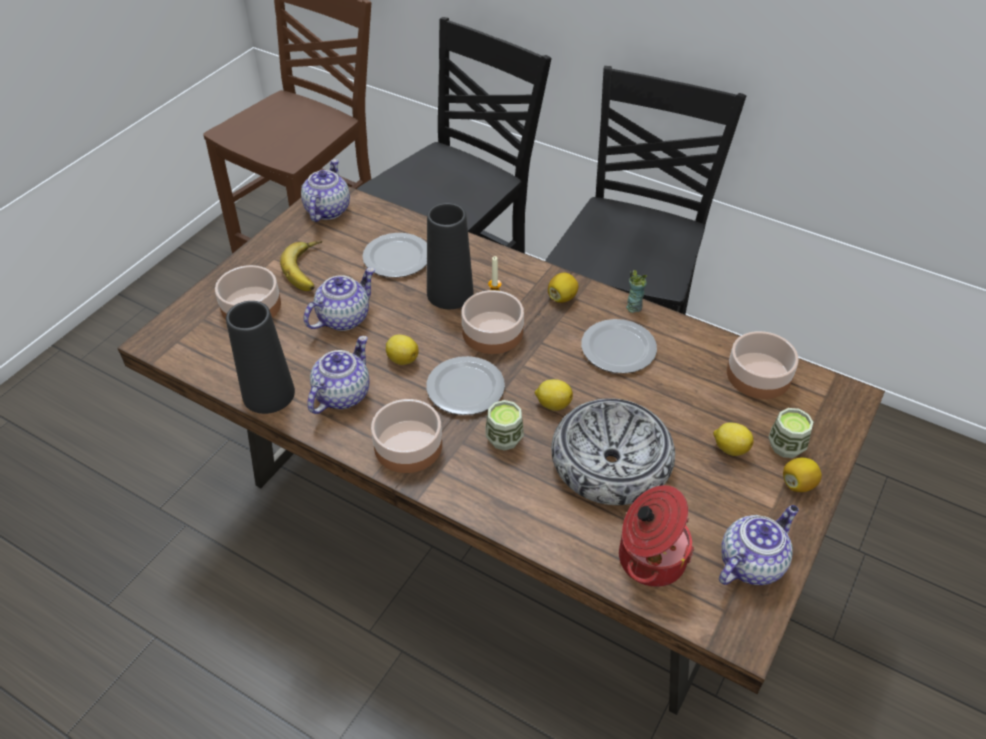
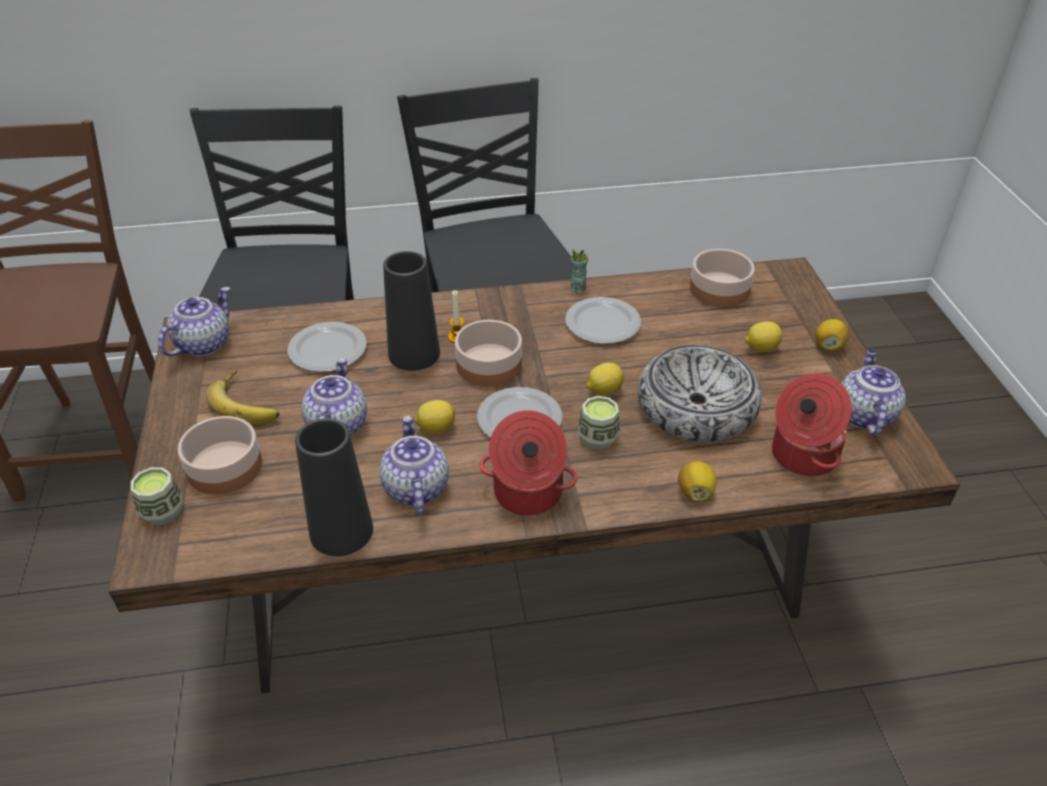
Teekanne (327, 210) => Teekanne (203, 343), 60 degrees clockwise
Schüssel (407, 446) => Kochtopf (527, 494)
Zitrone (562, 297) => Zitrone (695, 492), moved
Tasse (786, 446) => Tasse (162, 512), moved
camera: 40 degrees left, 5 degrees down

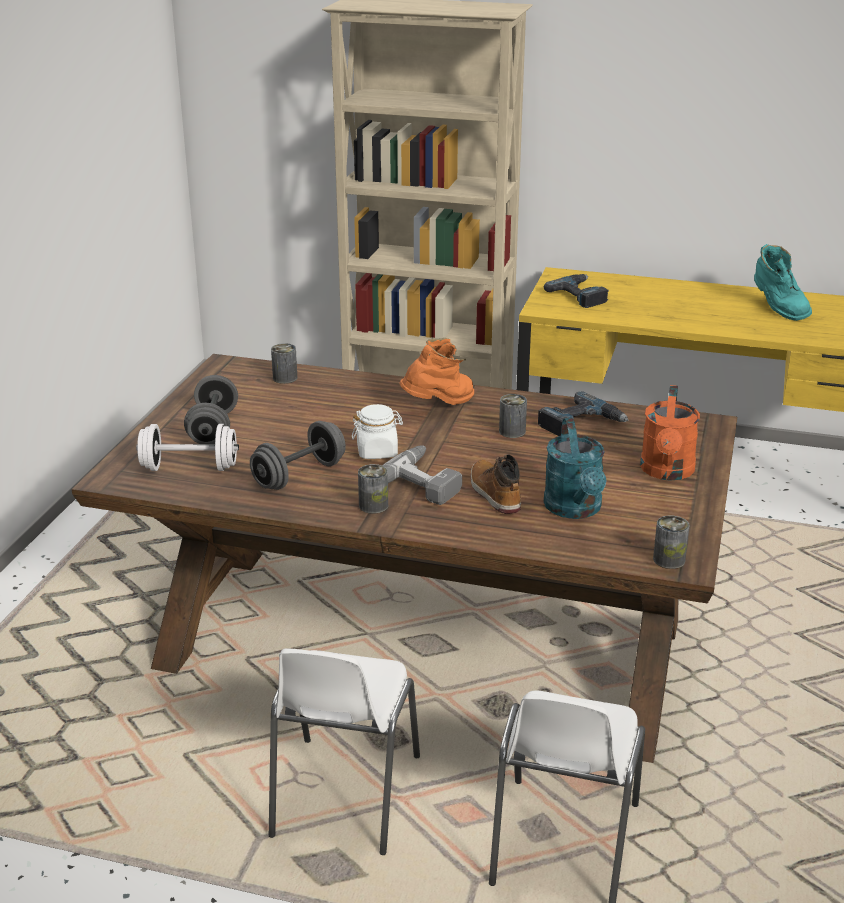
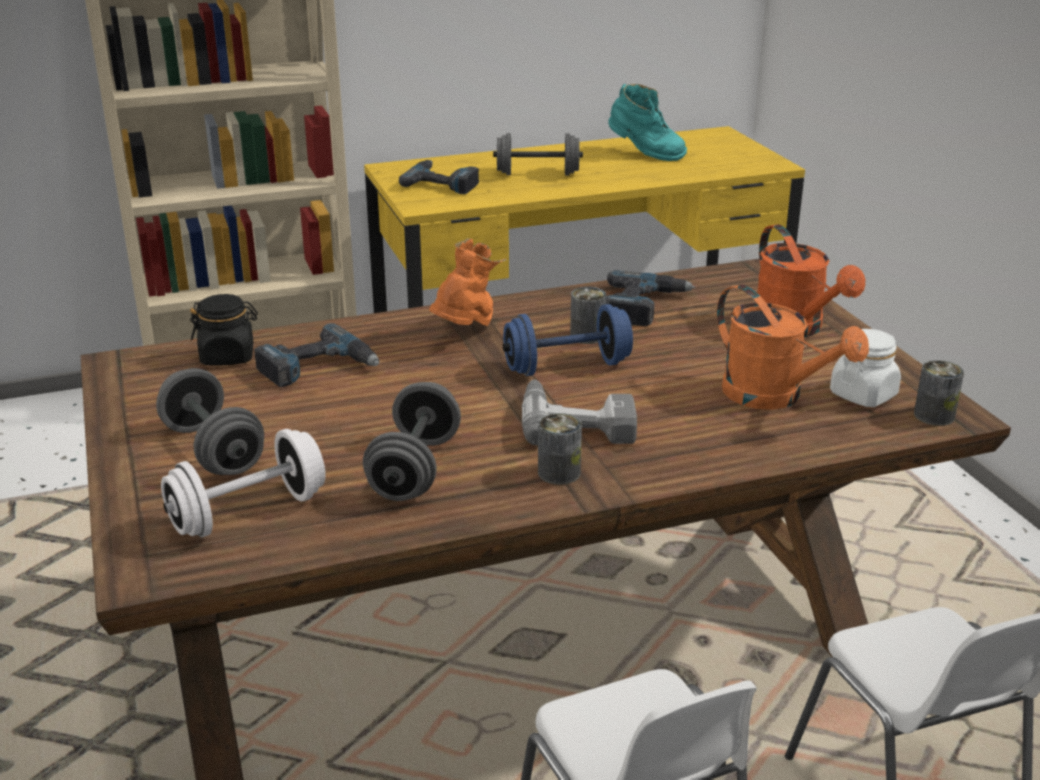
Dose (285, 378) => Vorratsglas [schwarz] (228, 356)
Vorratsglas [weiß] (377, 451) => Vorratsglas [weiß] (863, 395), moved
Stiefel (494, 494) => nothing
Gießkanne [türkis] (575, 510) => Gießkanne [orange] (774, 397)
nothing => Bohrmaschine (318, 368)
nothing => Hantel [grau] (537, 174)
nothing => Hantel [blau] (567, 367)
camera: 35 degrees left, 0 degrees up

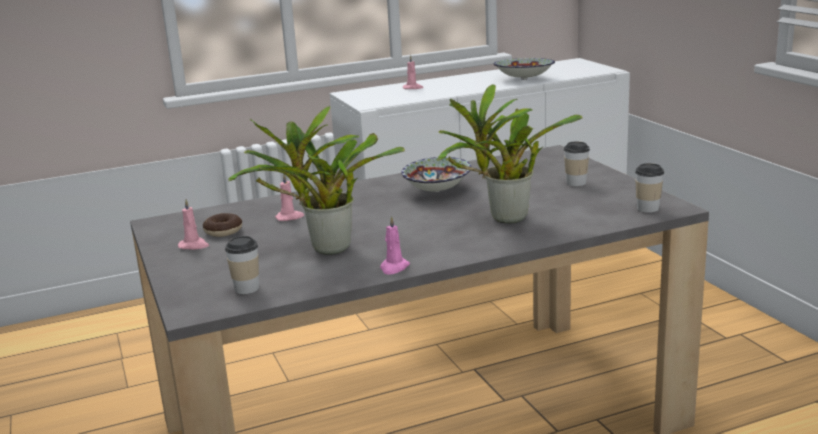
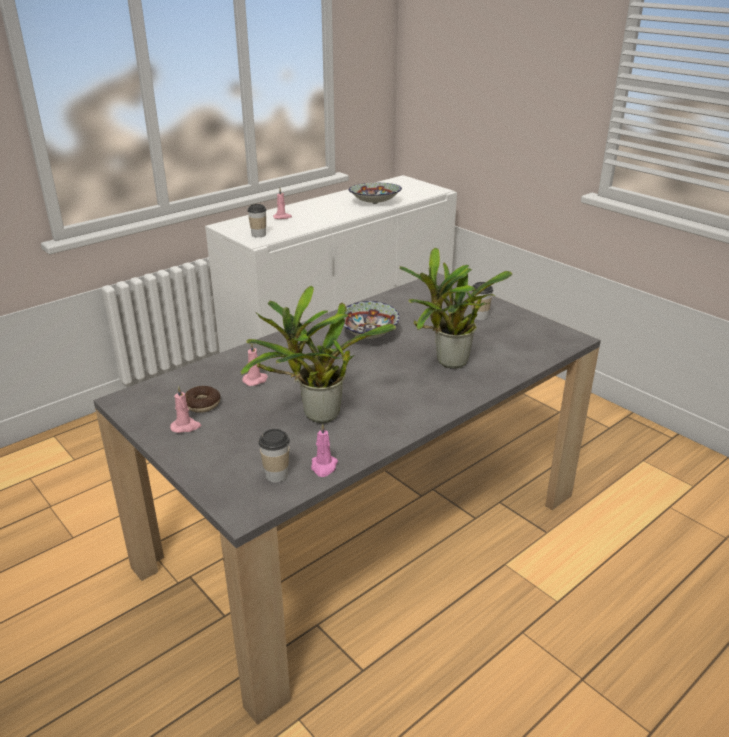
Kerze [rosa] (394, 268) => Kerze [rosa] (324, 467), moved
Tasse (648, 208) => Tasse (258, 234), moved
camera: 20 degrees left, 10 degrees up

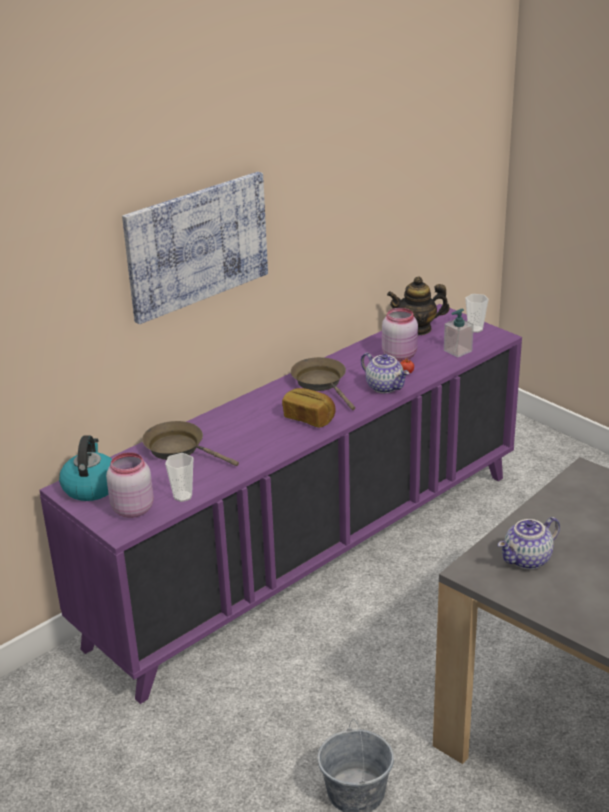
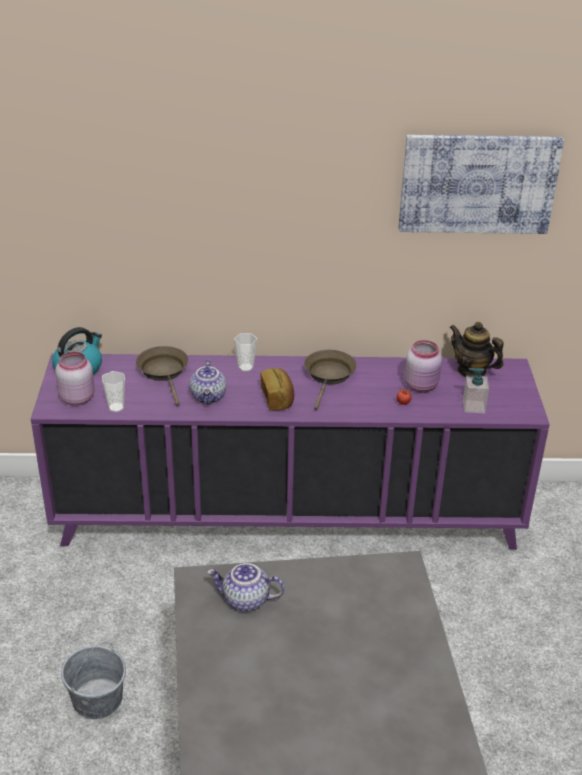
Bild (196, 245) => Bild (478, 183), moved
Teekanne (385, 387) => Teekanne (209, 397), moved
Tasse (475, 329) => Tasse (245, 367), moved
camera: 40 degrees right, 5 degrees up

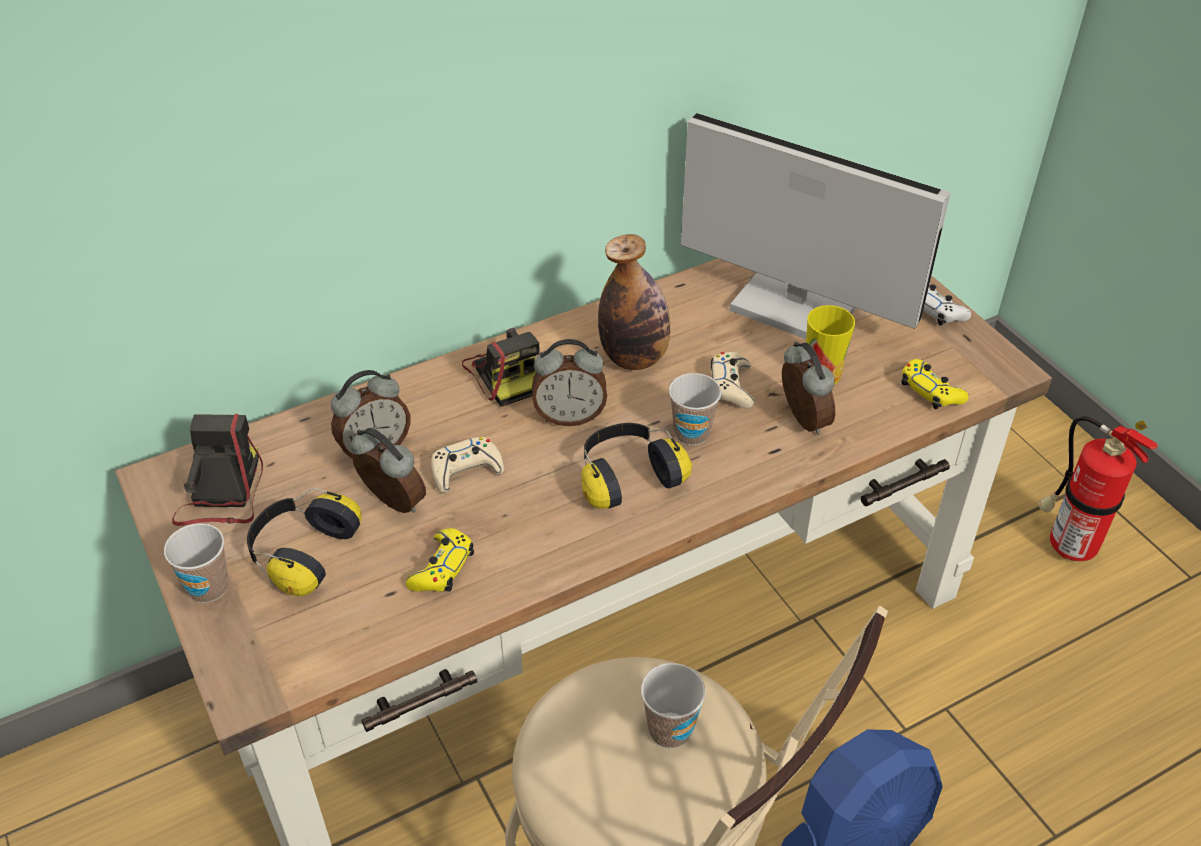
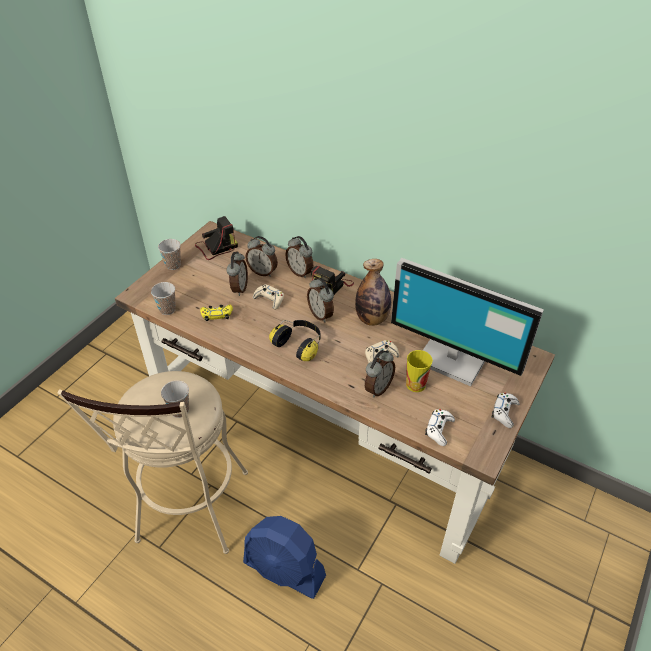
Kopfhörer (302, 554) => nothing
Tasse (692, 433) => Tasse (167, 309), moved
Monitor (792, 309) => Monitor (453, 358), 120 degrees clockwise
Gamepad [gelb] (931, 391) => Gamepad [weiß] (439, 429)
Feuerlöscher (1066, 544) => nothing
nothing => Wecker (300, 272)
camera: 60 degrees right, 0 degrees up

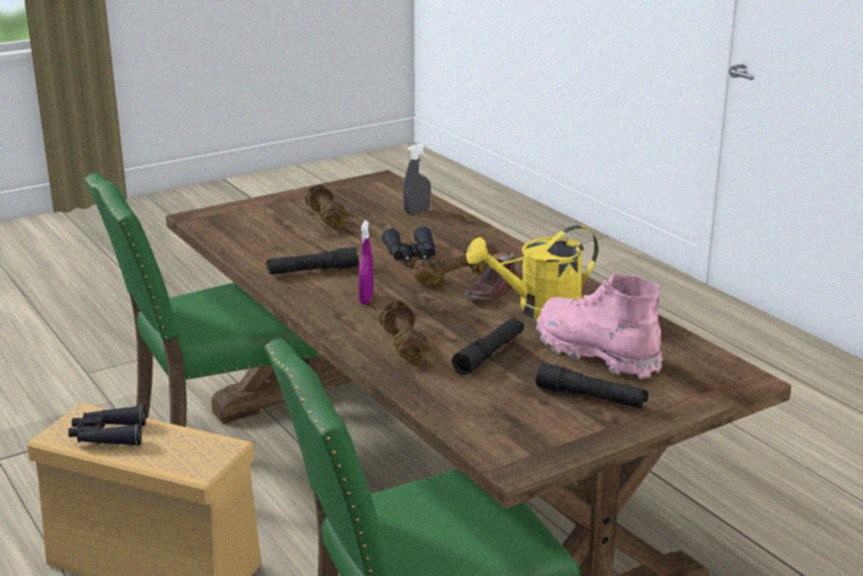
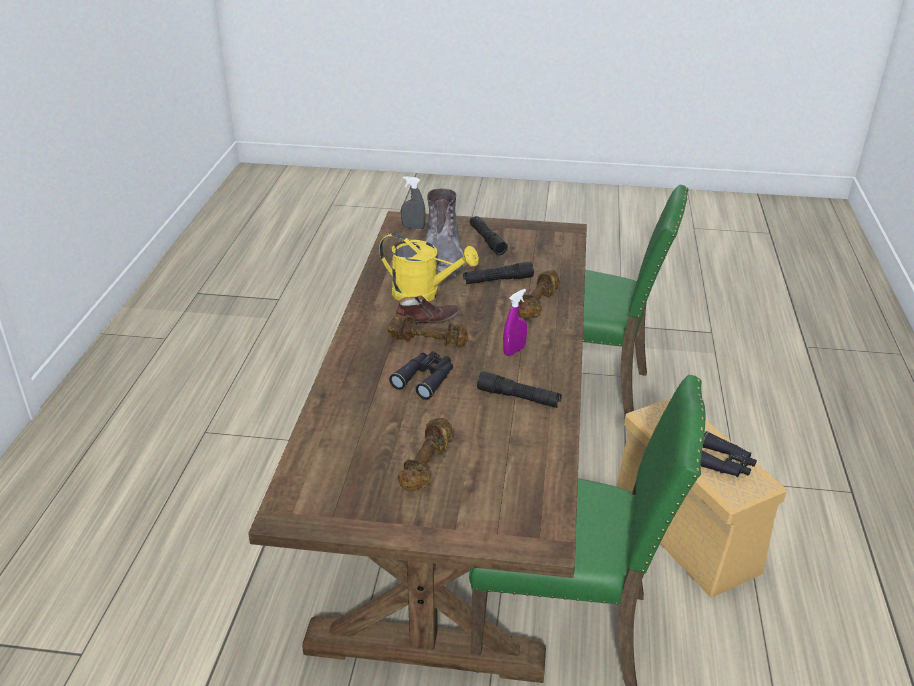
Sprühflasche [grau] (417, 211) => Sprühflasche [grau] (413, 228), moved
Stiefel [rosa] (596, 353) => Stiefel [grau] (442, 258)
camera: 140 degrees left, 10 degrees up

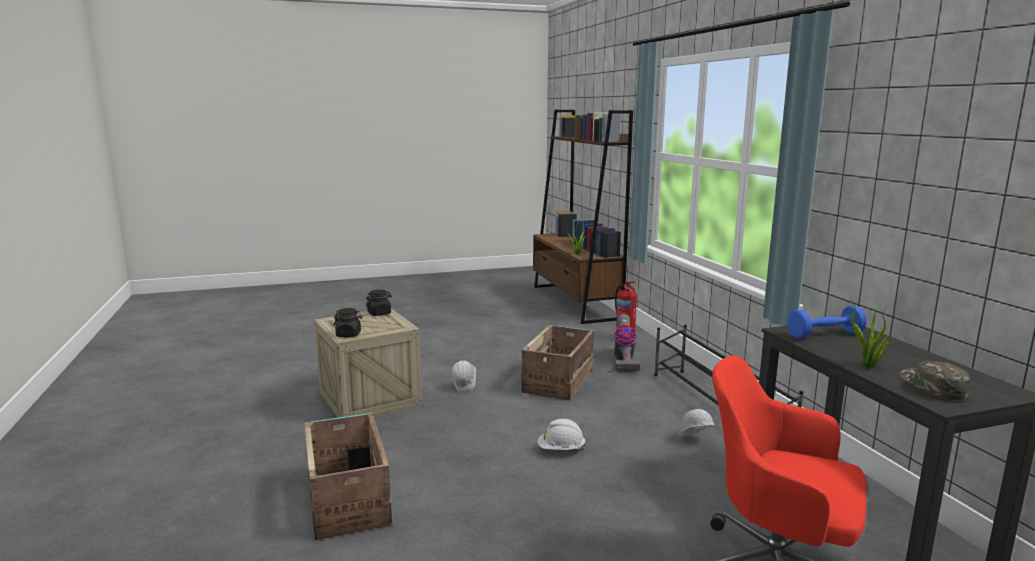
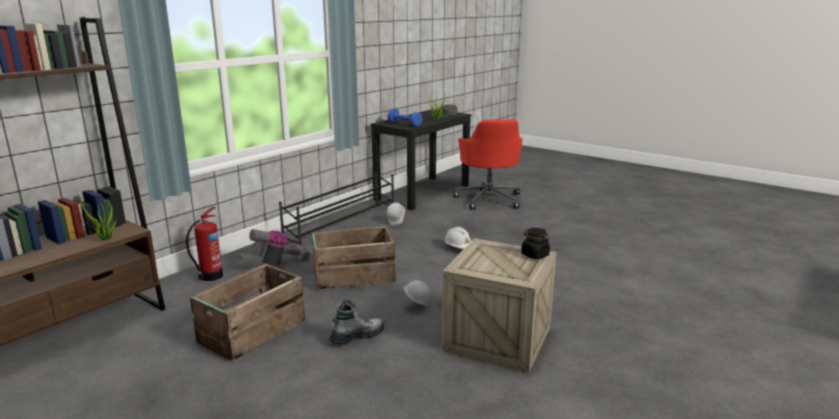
Kiste (348, 498) => Kiste (251, 332), moved
Vorratsglas [schwarz] (379, 313) => nothing
nothing => Stiefel (357, 336)
camera: 125 degrees left, 5 degrees up

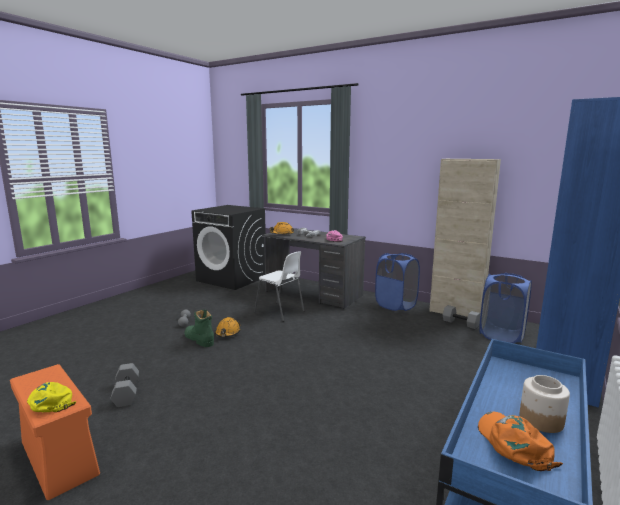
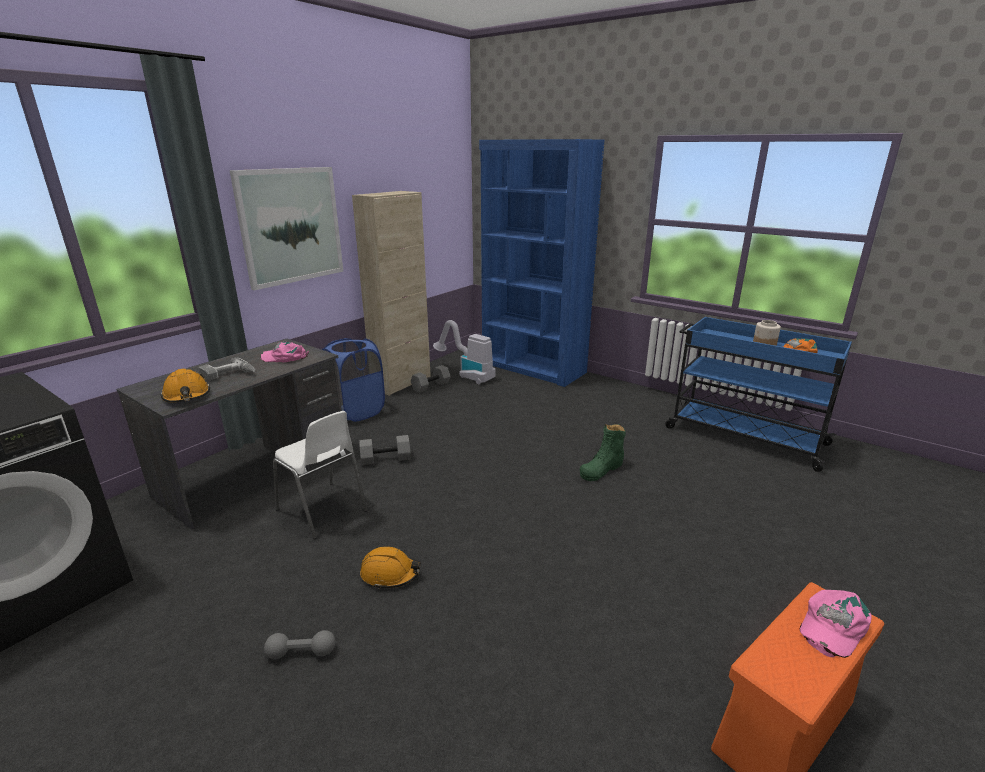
Kappe [gelb] (50, 401) => Kappe [rosa] (831, 626)
Hantel [grau] (125, 393) => Hantel [grau] (385, 459), moved
Stiefel [grün] (199, 339) => Stiefel [grün] (601, 469), moved
Stuhl [weiß] (280, 312) => Stuhl [weiß] (323, 511), 90 degrees clockwise
Wäschekorb [blau] (501, 335) => Staubsauger (467, 375)
nothing => Bild (291, 226)
camera: 85 degrees left, 10 degrees up

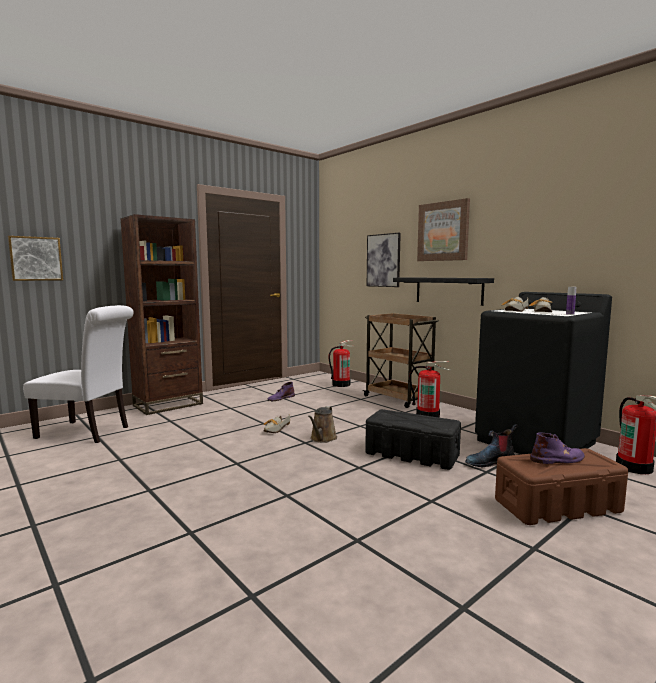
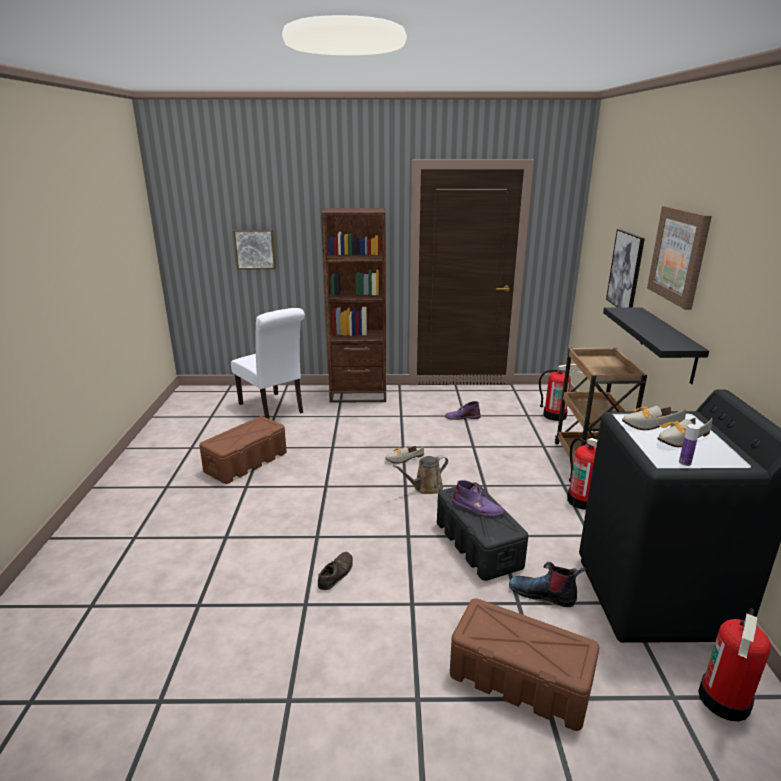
Stiefel [lila] (558, 459) => Stiefel [lila] (477, 508), moved
nothing => Aufbewahrungsbox [braun] (246, 462)
nothing => Schuh [braun] (336, 574)
camera: 40 degrees right, 15 degrees up

